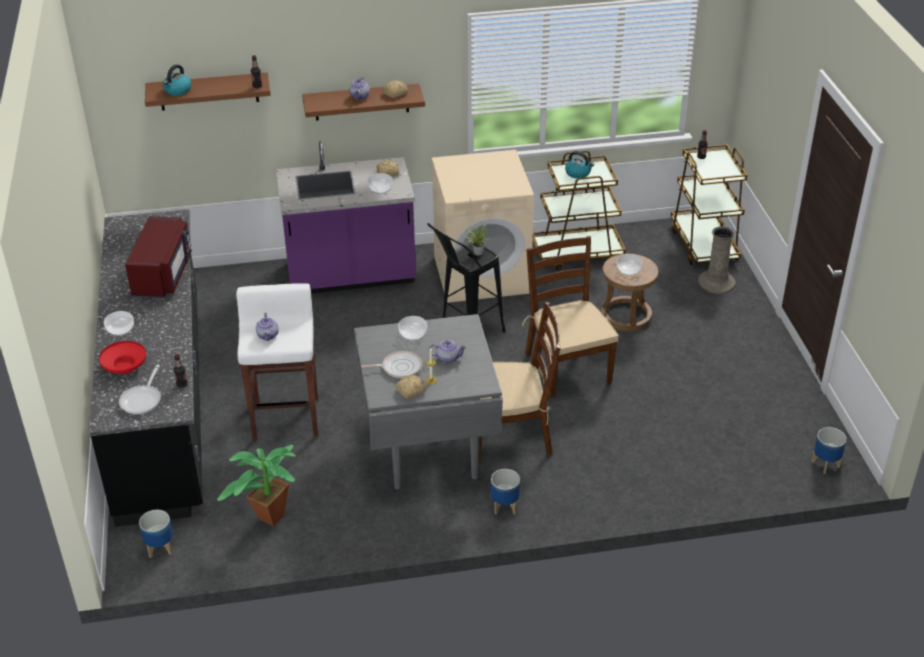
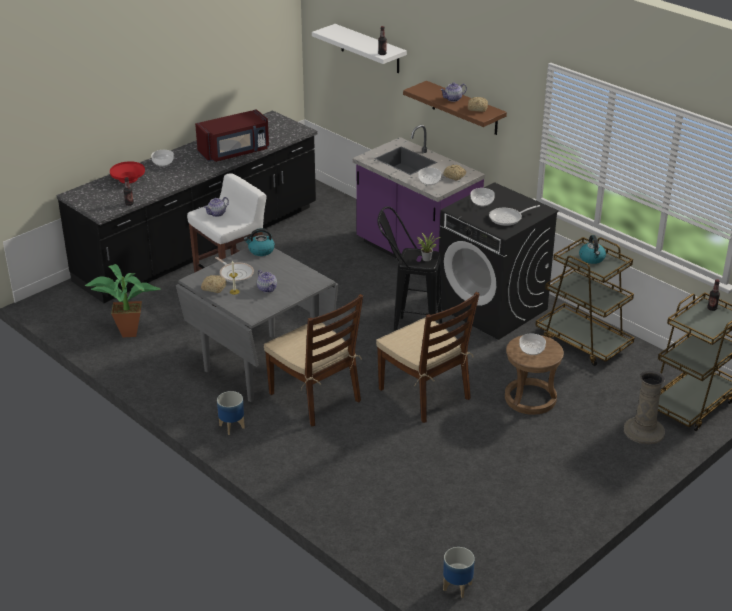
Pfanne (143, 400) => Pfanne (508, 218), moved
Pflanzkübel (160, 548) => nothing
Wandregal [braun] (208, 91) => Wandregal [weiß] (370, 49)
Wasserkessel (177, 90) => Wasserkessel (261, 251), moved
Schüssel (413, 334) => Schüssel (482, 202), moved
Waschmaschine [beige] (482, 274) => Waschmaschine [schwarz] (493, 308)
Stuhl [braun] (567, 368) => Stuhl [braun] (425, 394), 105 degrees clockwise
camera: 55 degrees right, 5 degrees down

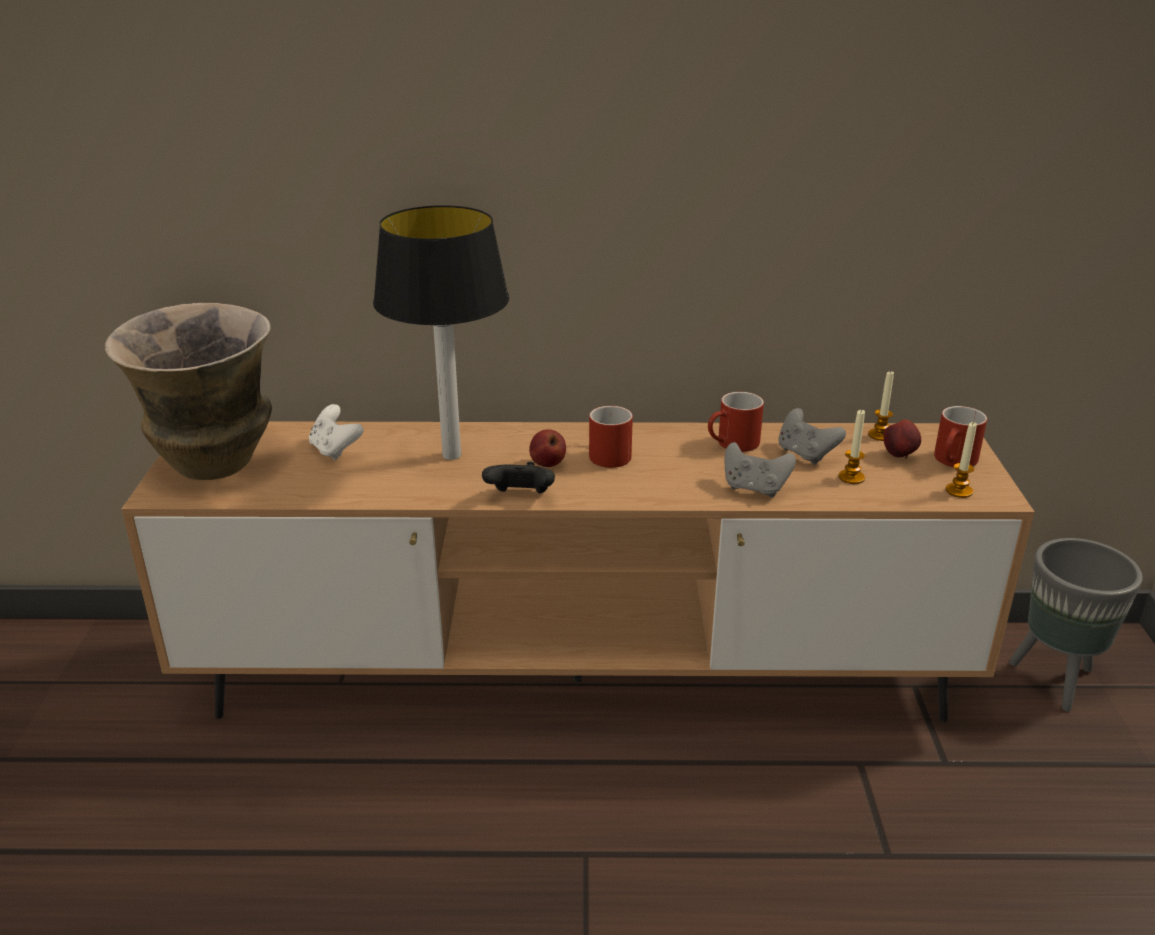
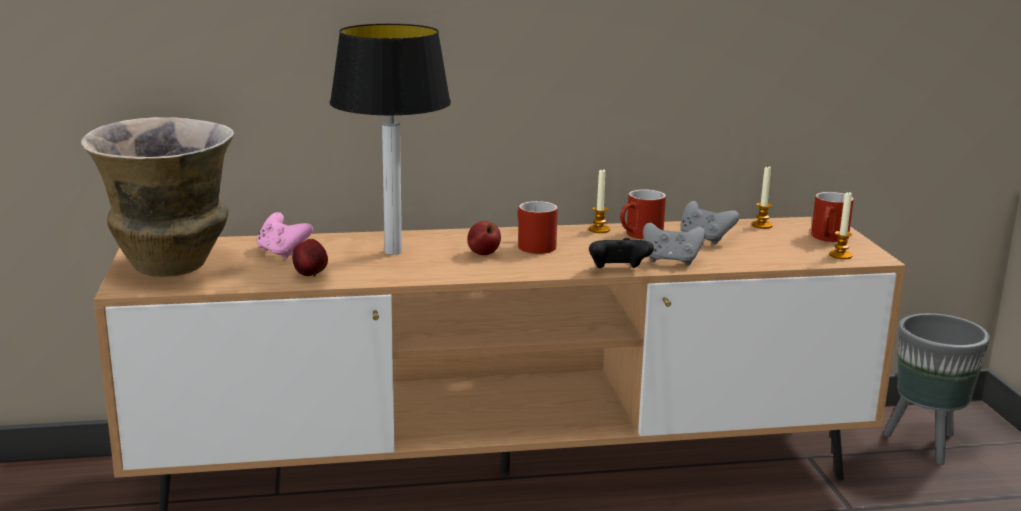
Gamepad [weiß] (335, 450) => Gamepad [rosa] (282, 253)
Gamepad [schwarz] (520, 497) => Gamepad [schwarz] (618, 271), moved
Kerze (851, 477) => Kerze (599, 229), moved
Apfel (900, 455) => Apfel (311, 275), moved
camera: 10 degrees left, 10 degrees down

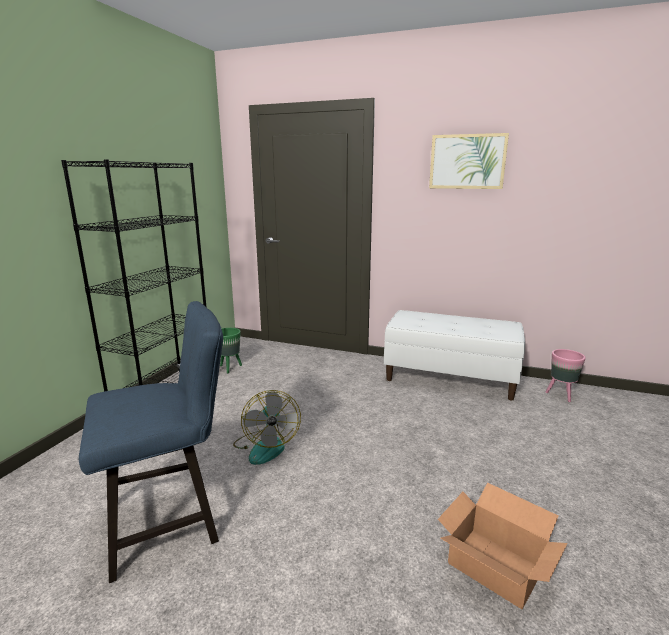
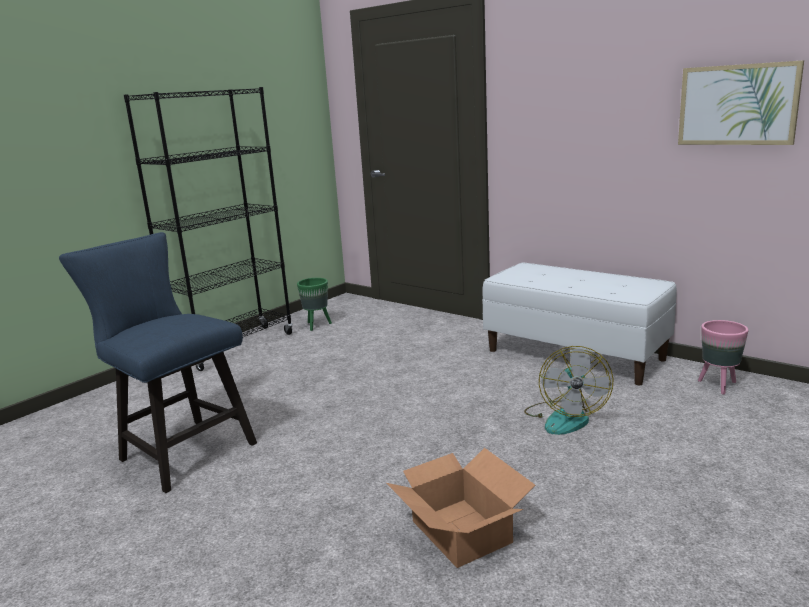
Stuhl [blau] (172, 520) => Stuhl [blau] (181, 450), 135 degrees counterclockwise
Ventilator (266, 446) => Ventilator (565, 417), moved
Bild (467, 162) => Bild (737, 105), moved
camera: 20 degrees right, 0 degrees up

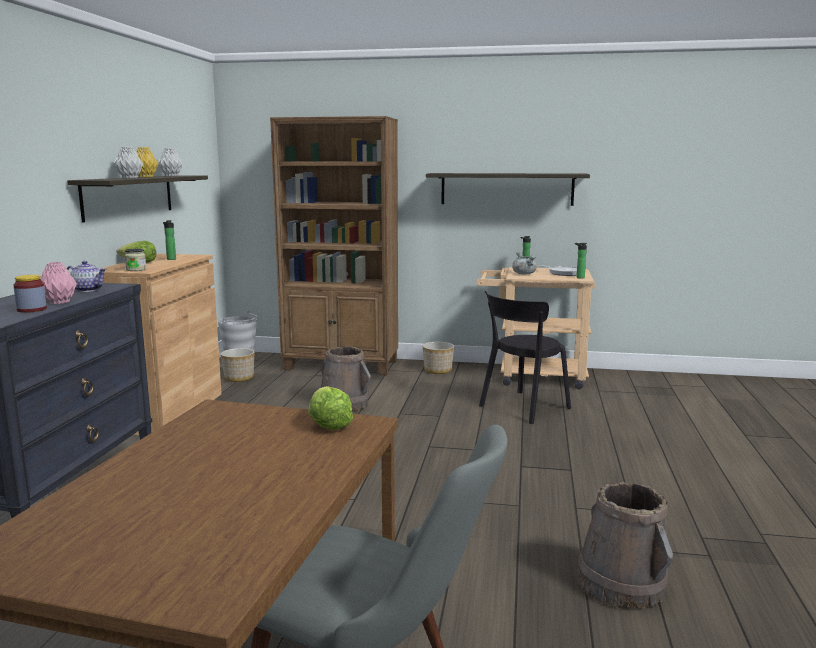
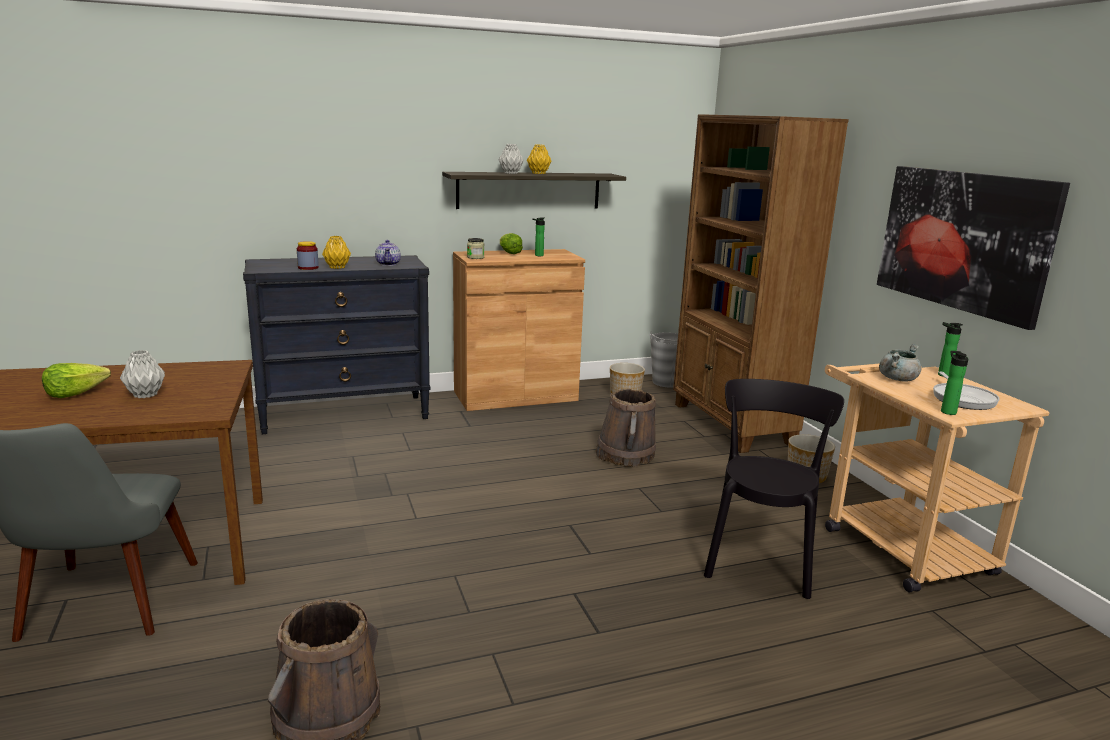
Vase [rosa] (60, 302) => Vase [gelb] (337, 267)
Vase [grau] (172, 176) => Vase [grau] (145, 395), moved
Salatkopf (329, 423) => Salatkopf (75, 393), moved
Wandregal (506, 189) => Bild (963, 240)
Stuhl [schwarz] (522, 408) => Stuhl [schwarz] (760, 559), 90 degrees clockwise
camera: 60 degrees right, 5 degrees up

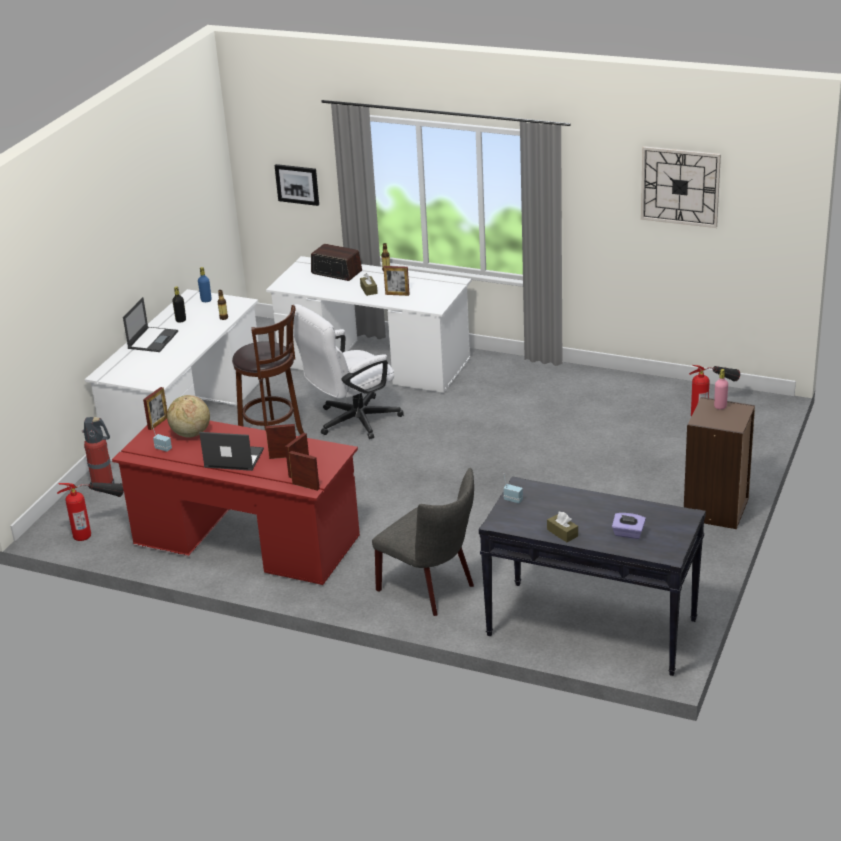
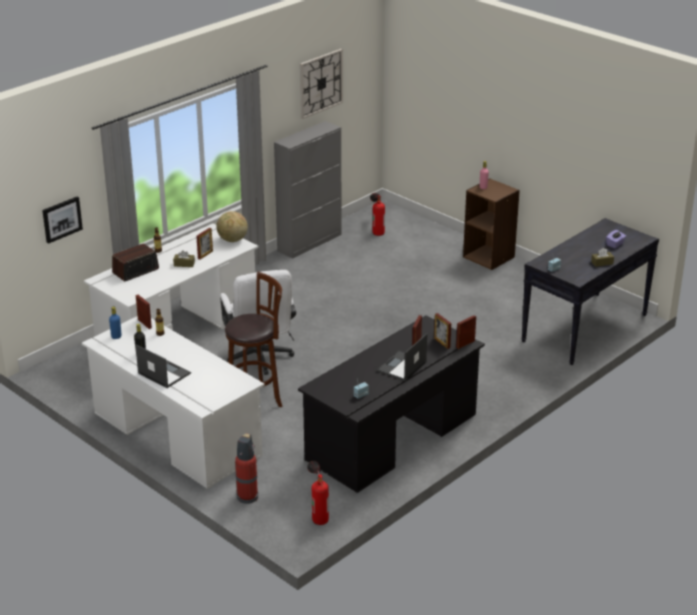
Schreibtisch [rot] (246, 542) => Schreibtisch [schwarz] (392, 438)
Bilderrahmen (158, 423) => Bilderrahmen (144, 323), moved
Globus (190, 434) => Globus (232, 240), moved
Stuhl [grau] (431, 589) => nothing
nothing => Schrank [grau] (310, 242)
camera: 70 degrees left, 0 degrees up

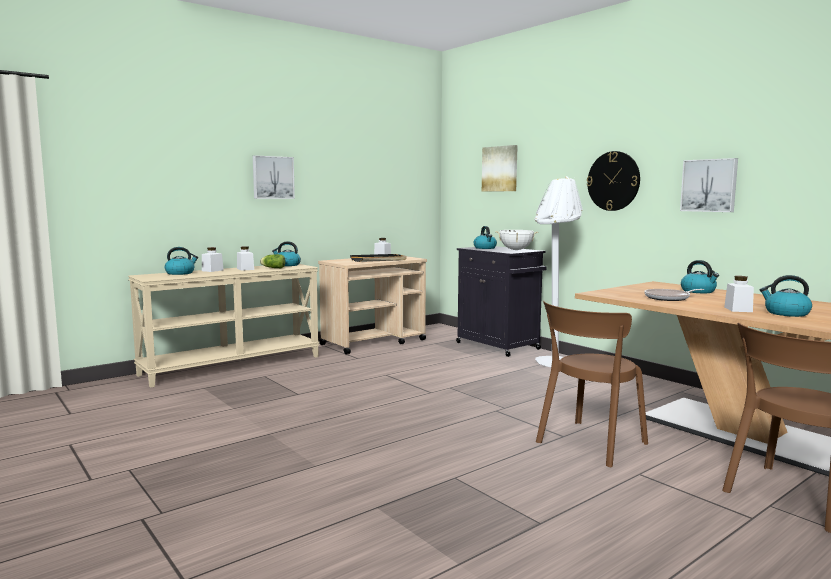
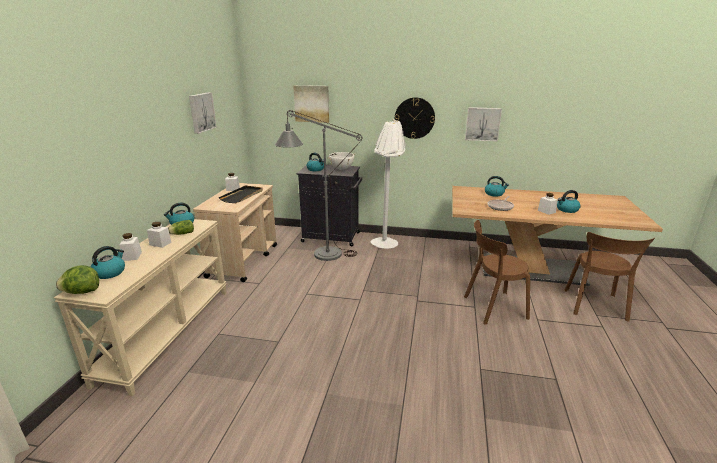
Bild (272, 177) => Bild (201, 112), moved
Stuhl [braun] (589, 444) => Stuhl [braun] (492, 307), 75 degrees clockwise
nothing => Salatkopf (82, 292)
nothing => Stehlampe [grau] (319, 254)
camera: 40 degrees left, 15 degrees up

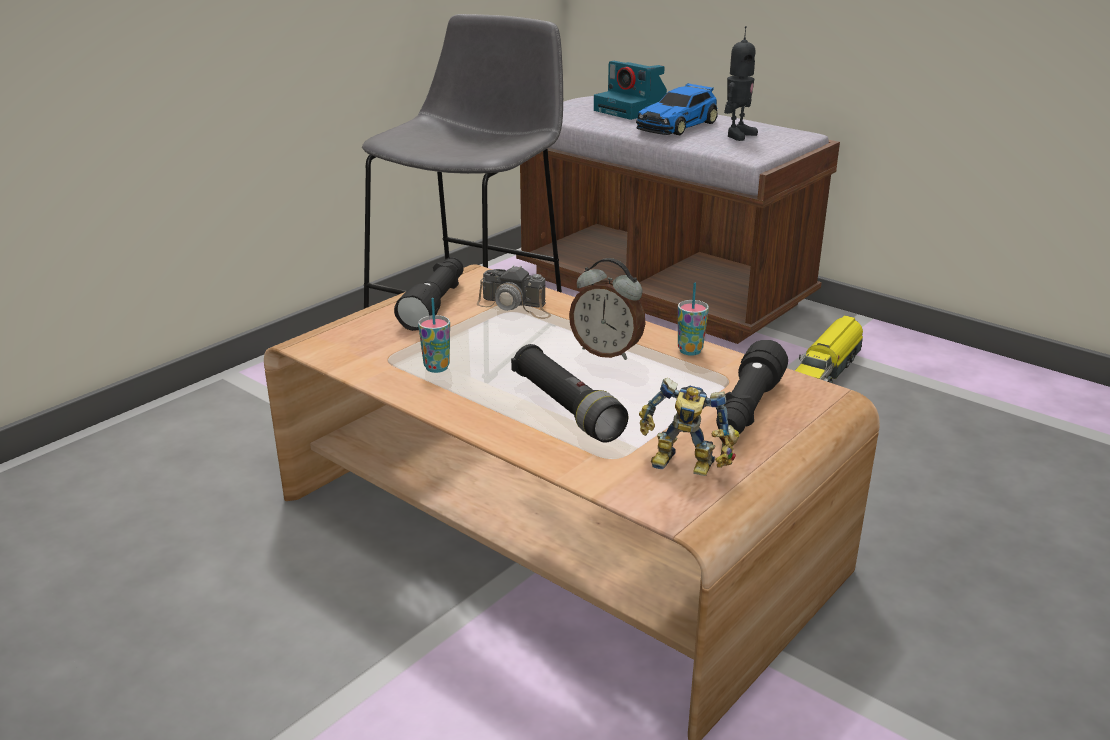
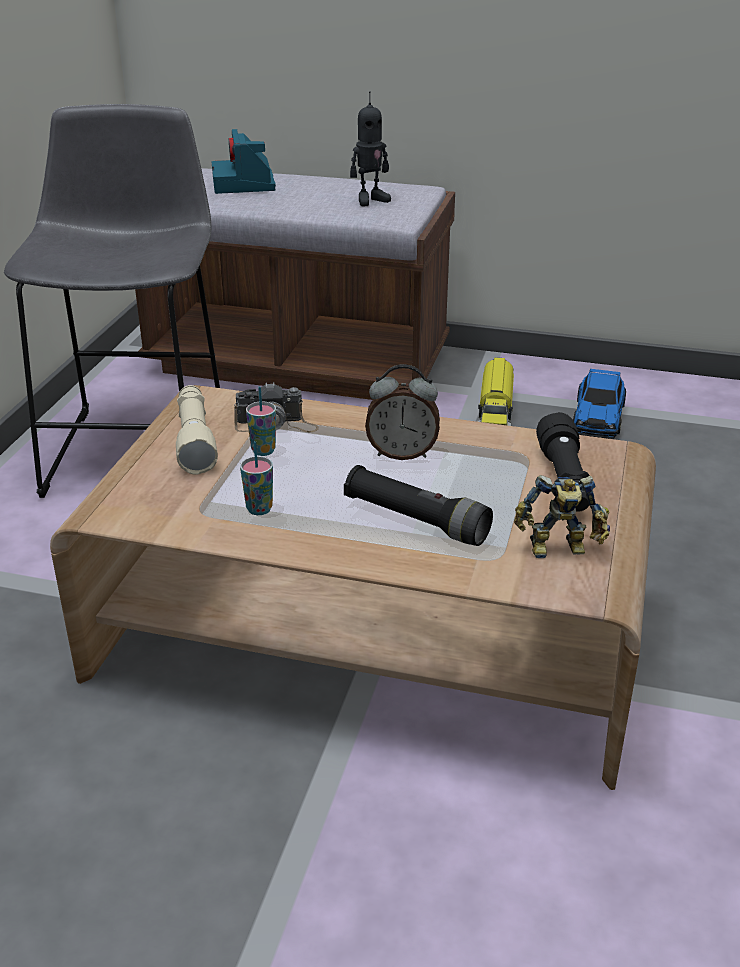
Taschenlampe [schwarz] (435, 304) => Taschenlampe [beige] (195, 440)
Kamera (632, 110) => Kamera (244, 184), 60 degrees clockwise
Spielzeugauto (678, 125) => Spielzeugauto (598, 416), moved
Tasse (690, 351) => Tasse (263, 451), moved
Spielzeugroboter (737, 135) => Spielzeugroboter (370, 200), 45 degrees clockwise
camera: 25 degrees left, 5 degrees up

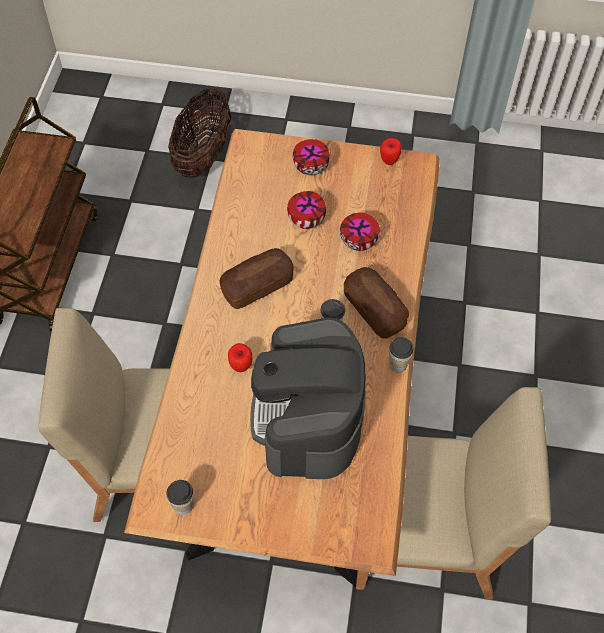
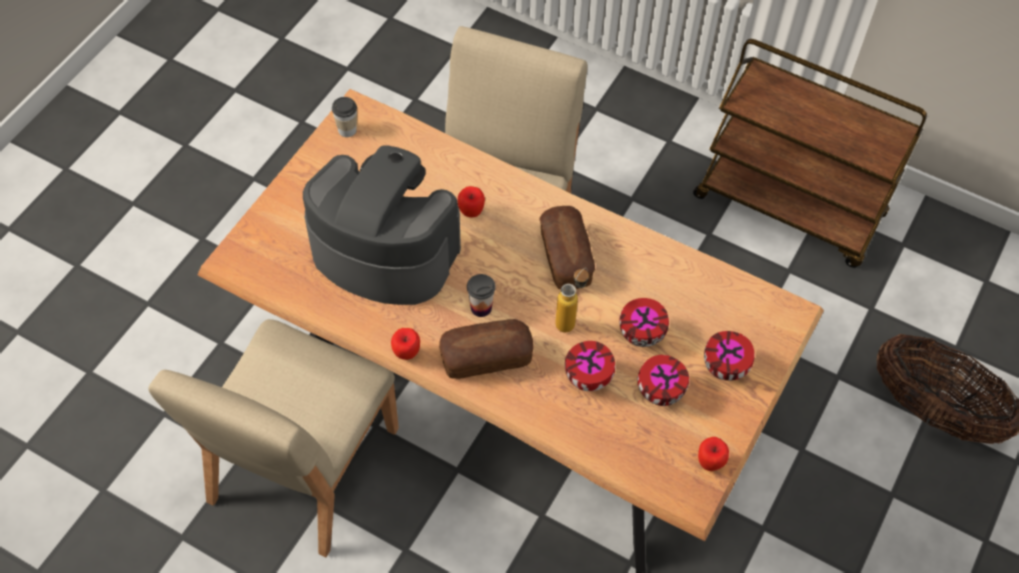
Tasse (398, 364) => Apfel (406, 354)
nothing => Flasche (570, 319)
nothing => Schüssel (660, 390)
camera: 110 degrees right, 0 degrees up

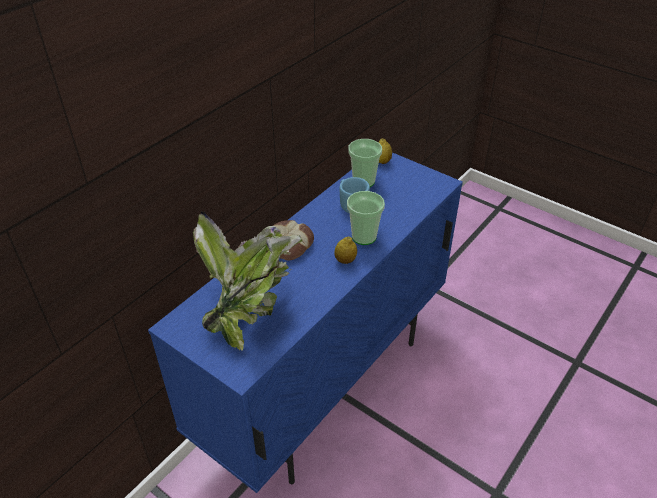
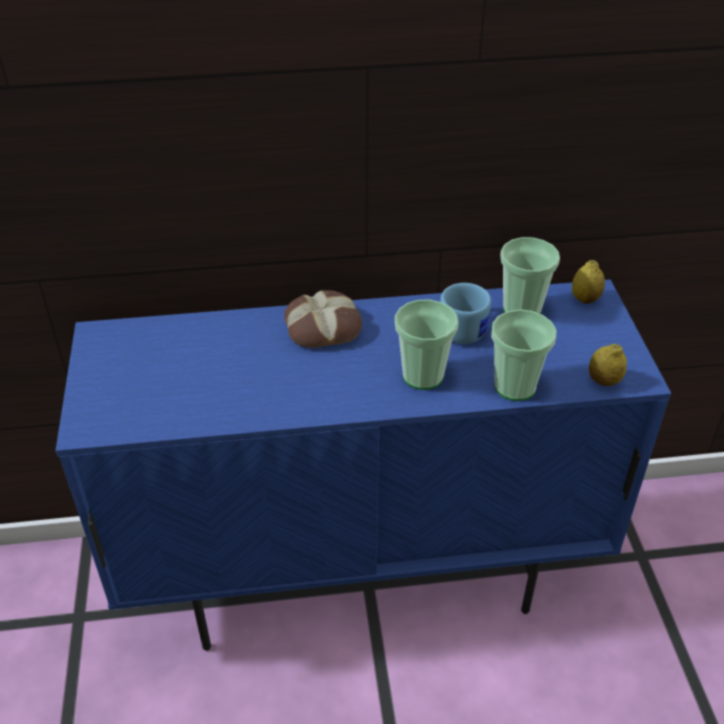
Topfpflanze (250, 308) => nothing
Zitrone (345, 260) => Zitrone (604, 381), moved
nothing => Tasse (515, 386)
camera: 45 degrees right, 0 degrees up

